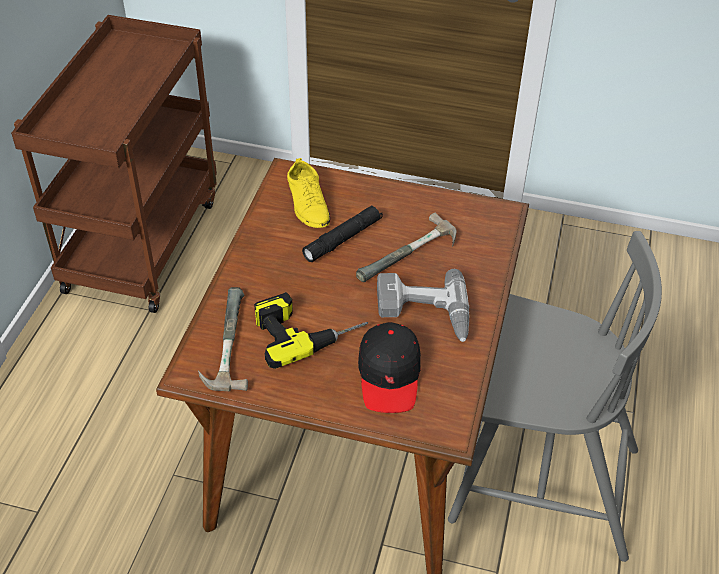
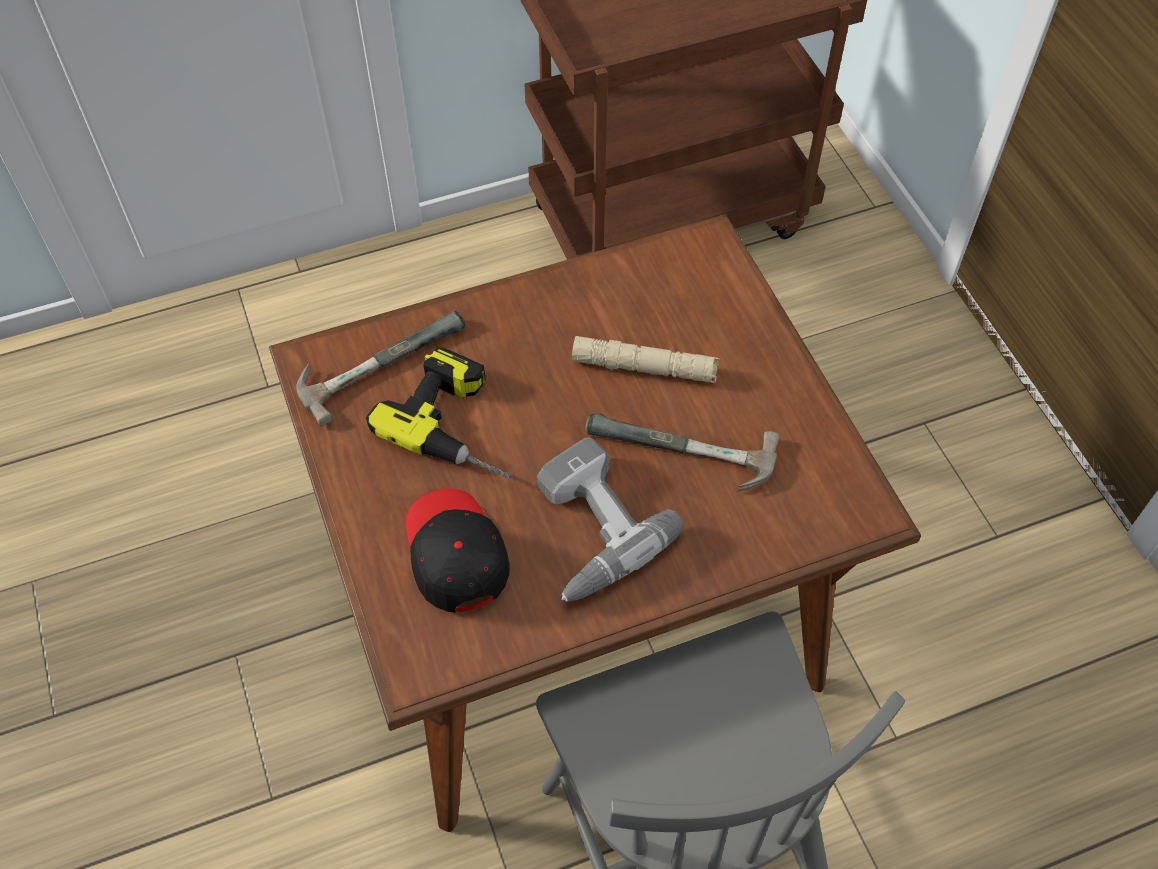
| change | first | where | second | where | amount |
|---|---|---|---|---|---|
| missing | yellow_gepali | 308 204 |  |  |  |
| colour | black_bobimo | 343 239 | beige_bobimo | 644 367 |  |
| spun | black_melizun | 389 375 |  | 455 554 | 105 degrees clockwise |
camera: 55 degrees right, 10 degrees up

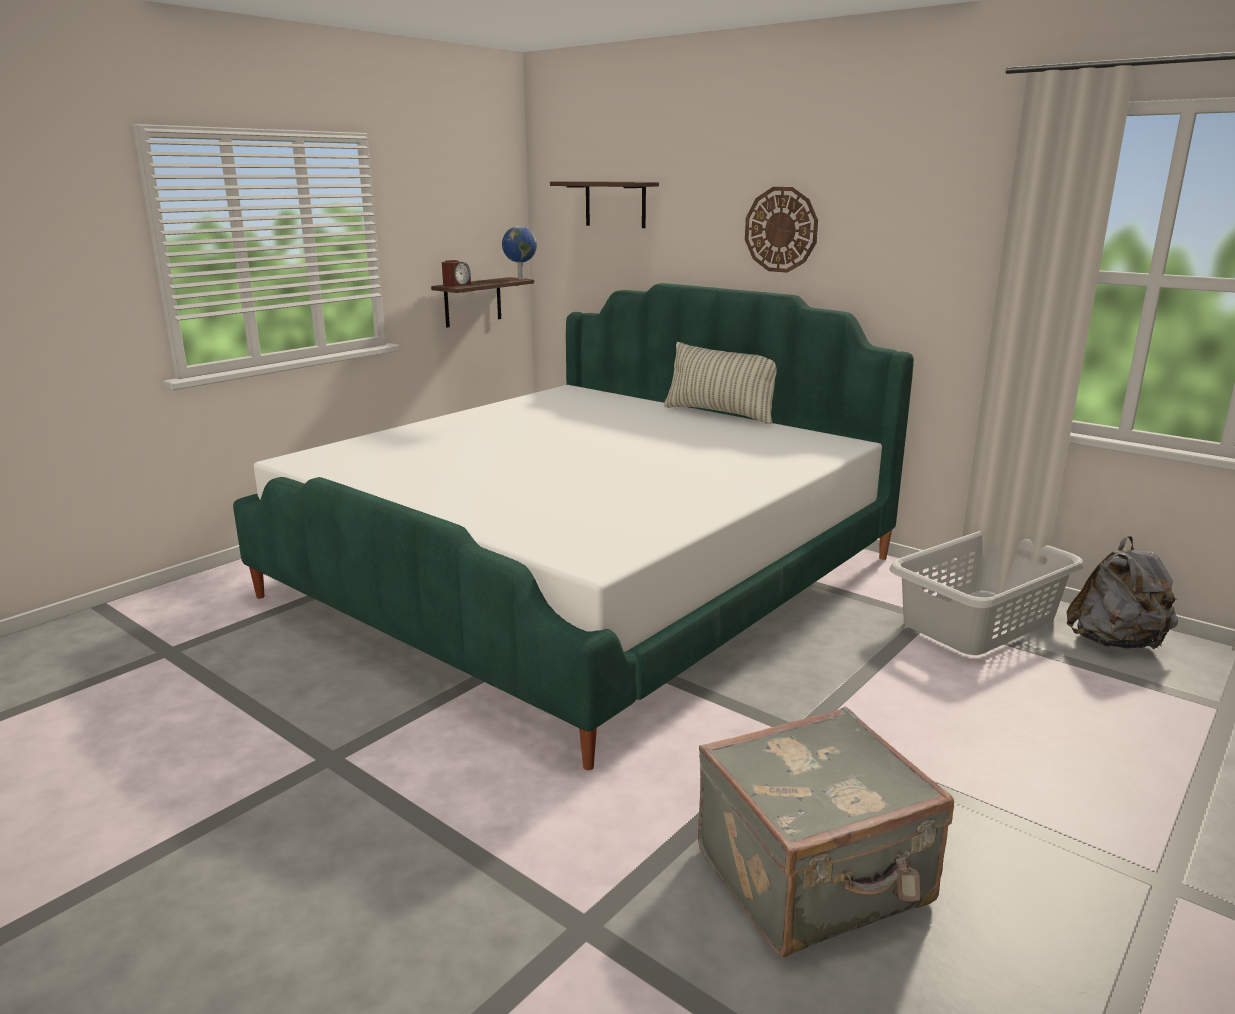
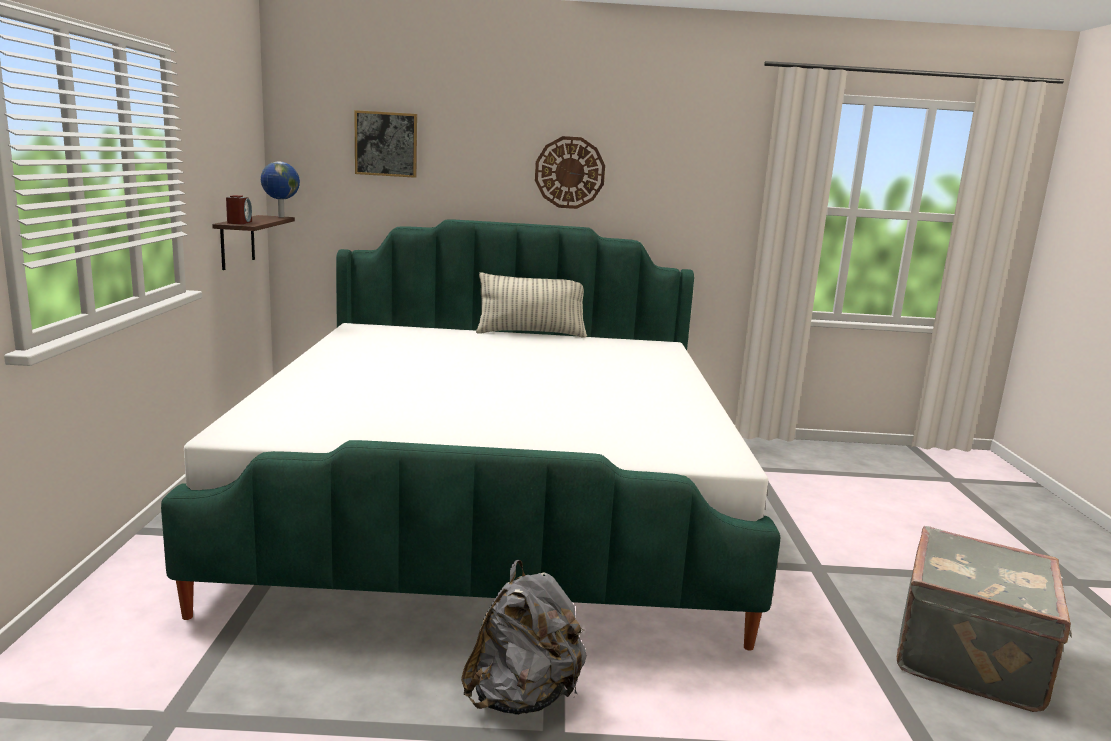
| change | first | where | second | where | amount |
|---|---|---|---|---|---|
| exchanged | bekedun | 615 204 | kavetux | 386 144 |  |
| missing | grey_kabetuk | 980 622 |  |  |  |
| relocated | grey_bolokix | 1116 643 |  | 523 697 |  |
camera: 40 degrees left, 5 degrees down

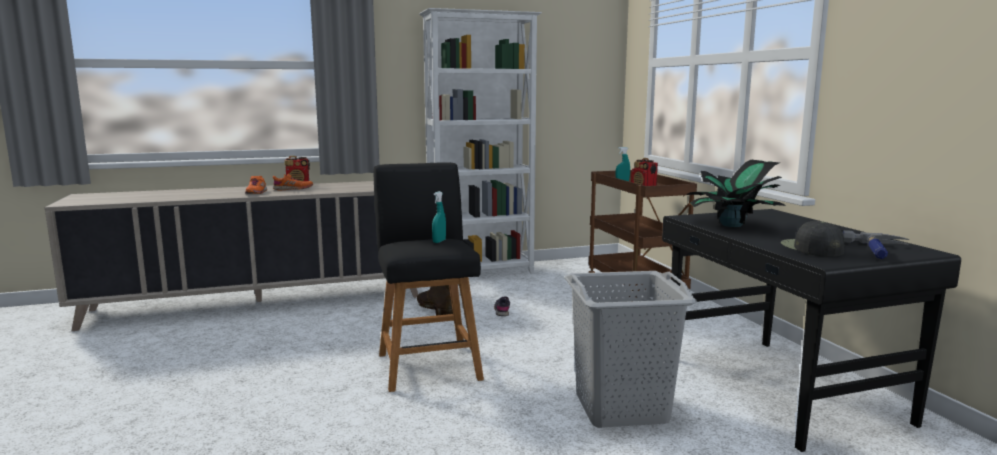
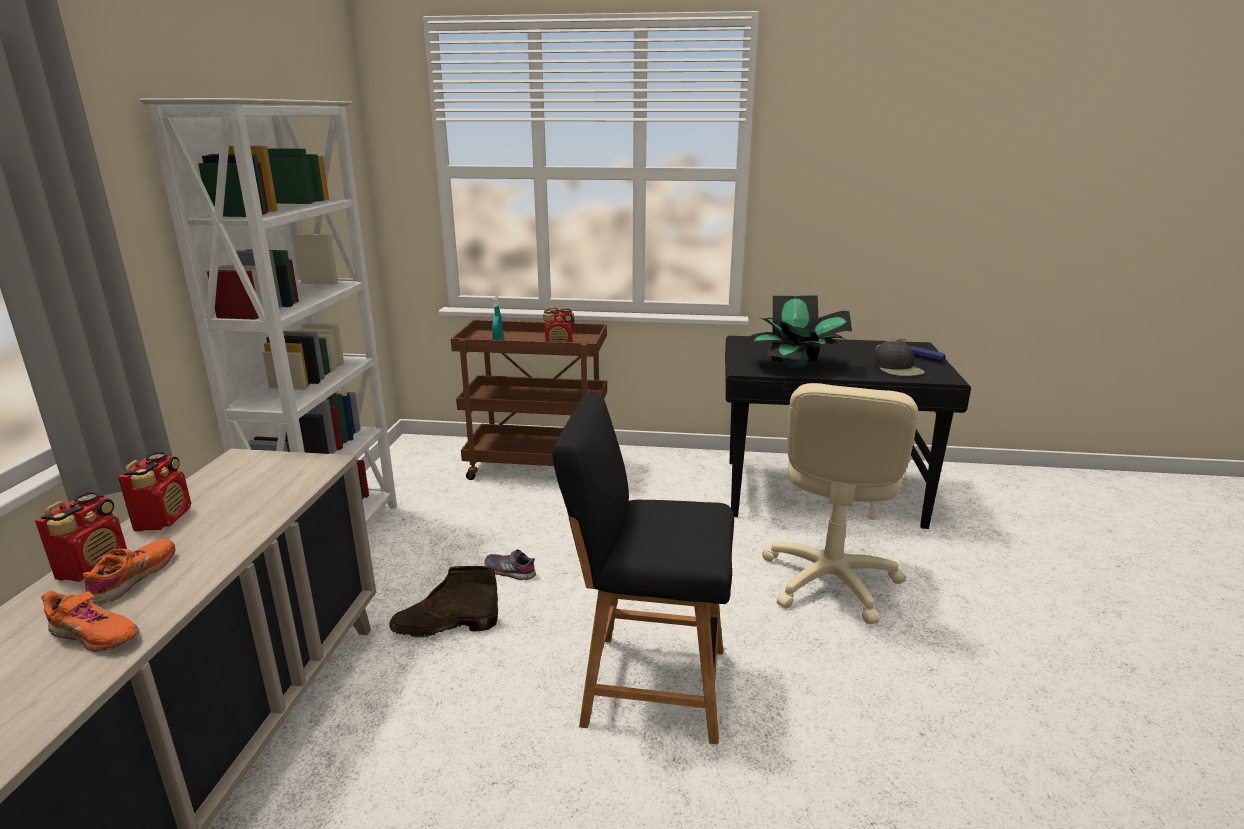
| change | first | where | second | where | amount |
|---|---|---|---|---|---|
| missing | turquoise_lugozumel | 439 241 |  |  |  |
| exchanged | grey_kabetuk | 620 408 | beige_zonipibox | 829 581 |  |
| spun | black_melizun | 811 248 |  | 898 368 | 120 degrees counterclockwise |
| appeared |  |  | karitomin | 164 518 |  |
camera: 65 degrees left, 10 degrees up

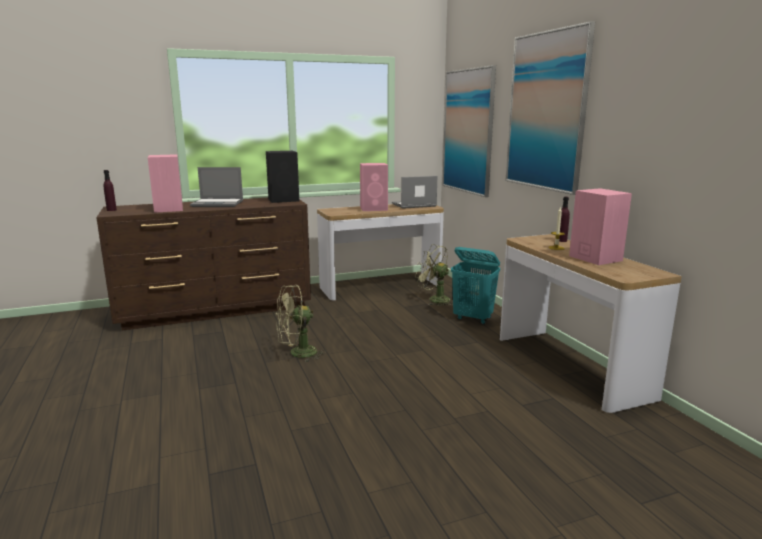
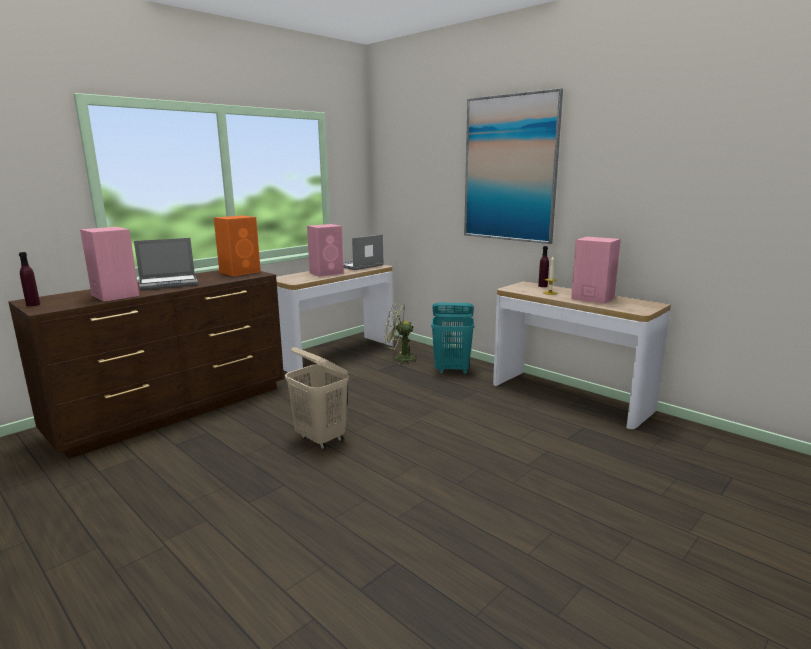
| change | first | where | second | where | amount |
|---|---|---|---|---|---|
| colour | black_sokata | 284 200 | orange_sokata | 241 272 |  |
| exchanged | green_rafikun | 297 354 | beige_kabetuk | 321 439 |  |
| missing | kavetux | 468 131 |  |  |  |
camera: 25 degrees left, 0 degrees up

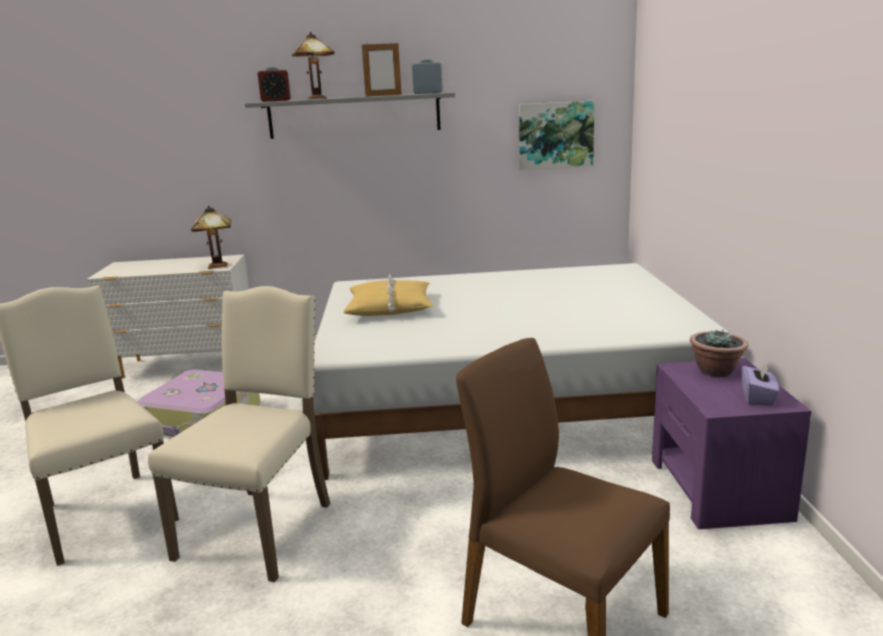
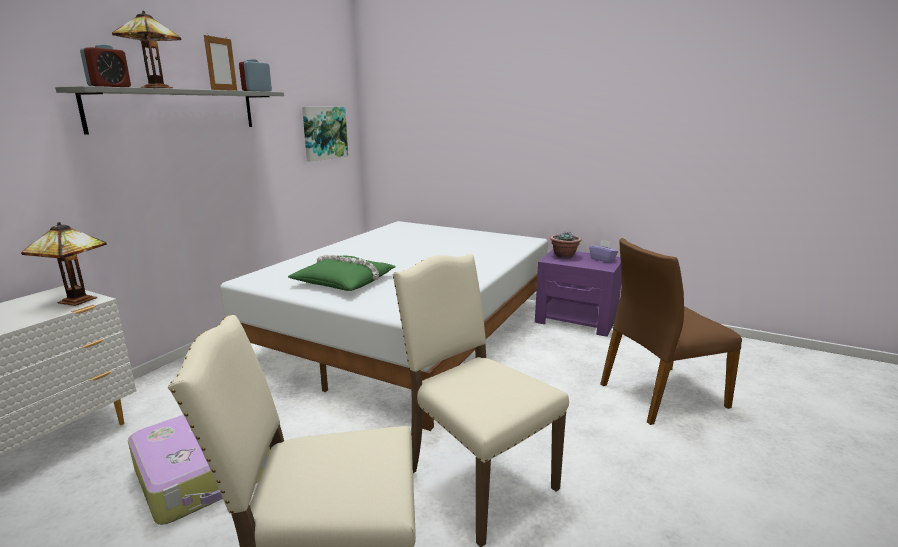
| change | first | where | second | where | amount |
|---|---|---|---|---|---|
| colour | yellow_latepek | 390 308 | green_latepek | 345 281 |  |
camera: 60 degrees left, 0 degrees up

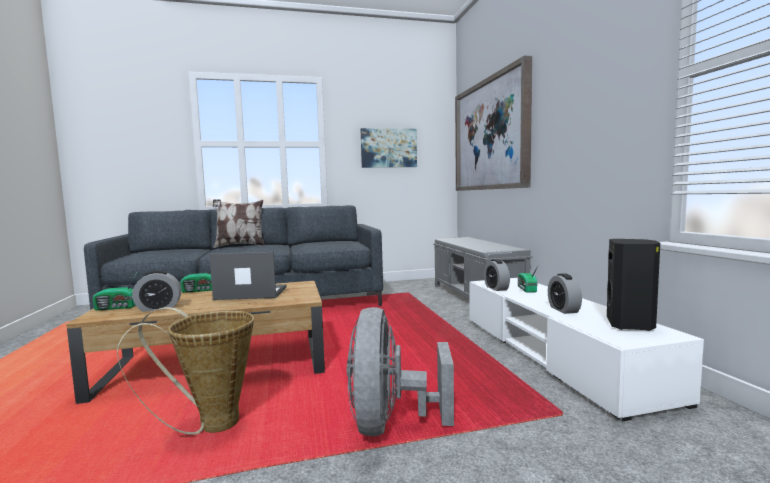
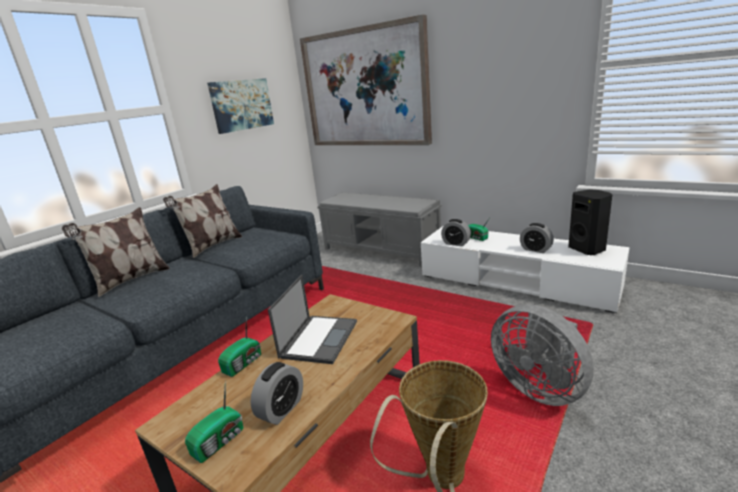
| change | first | where | second | where | amount |
|---|---|---|---|---|---|
| spun | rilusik | 250 293 |  | 319 338 | 150 degrees clockwise |
| appeared |  |  | latepek | 212 246 |  |
camera: 40 degrees left, 15 degrees up

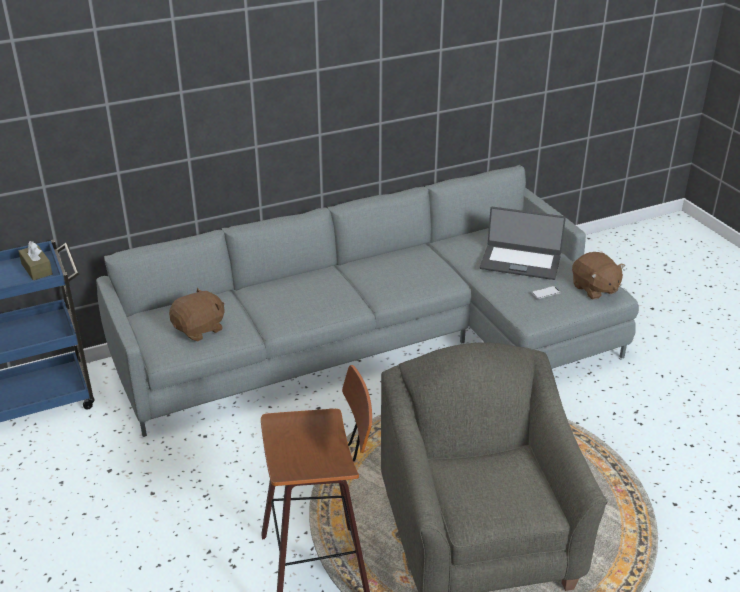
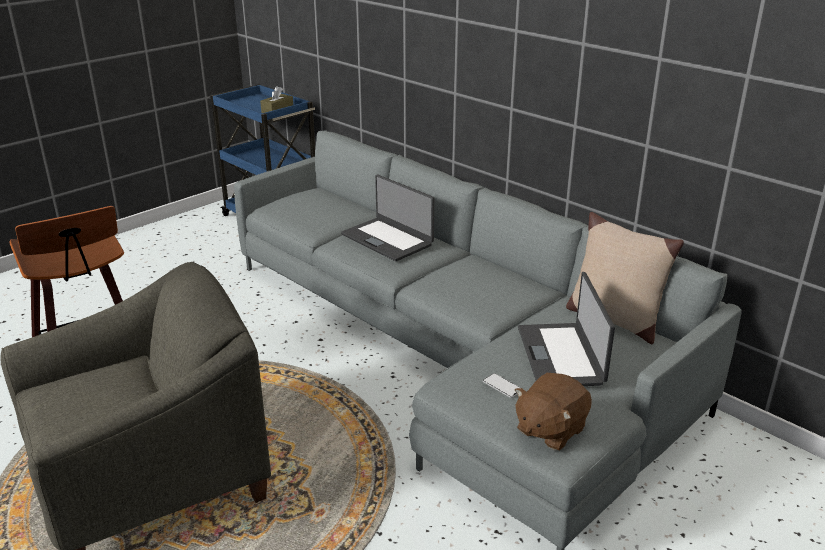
| change | first | where | second | where | amount |
|---|---|---|---|---|---|
| missing | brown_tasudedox | 200 329 |  |  |  |
| appeared |  |  | rilusik | 387 239 |  |
| appeared |  |  | beige_latepek | 614 319 |  |
camera: 70 degrees right, 5 degrees down

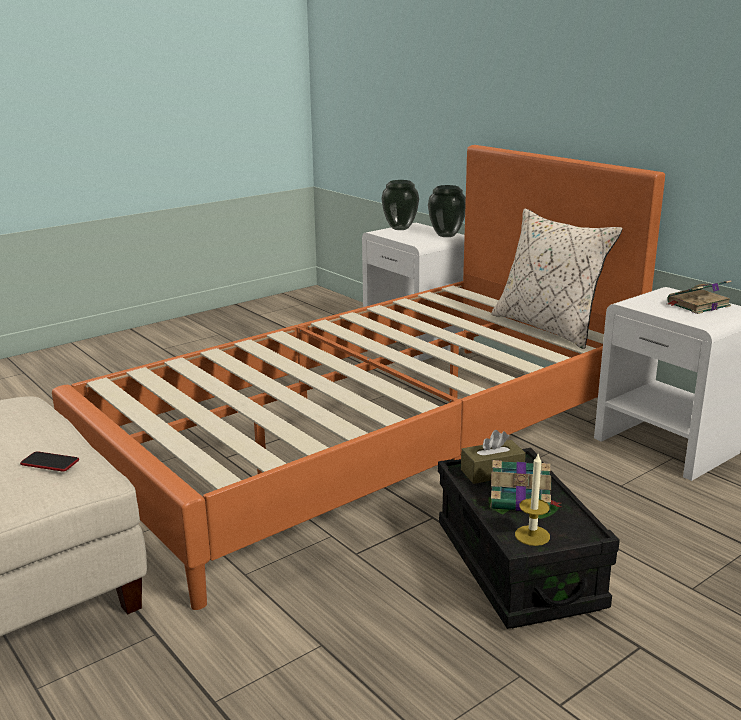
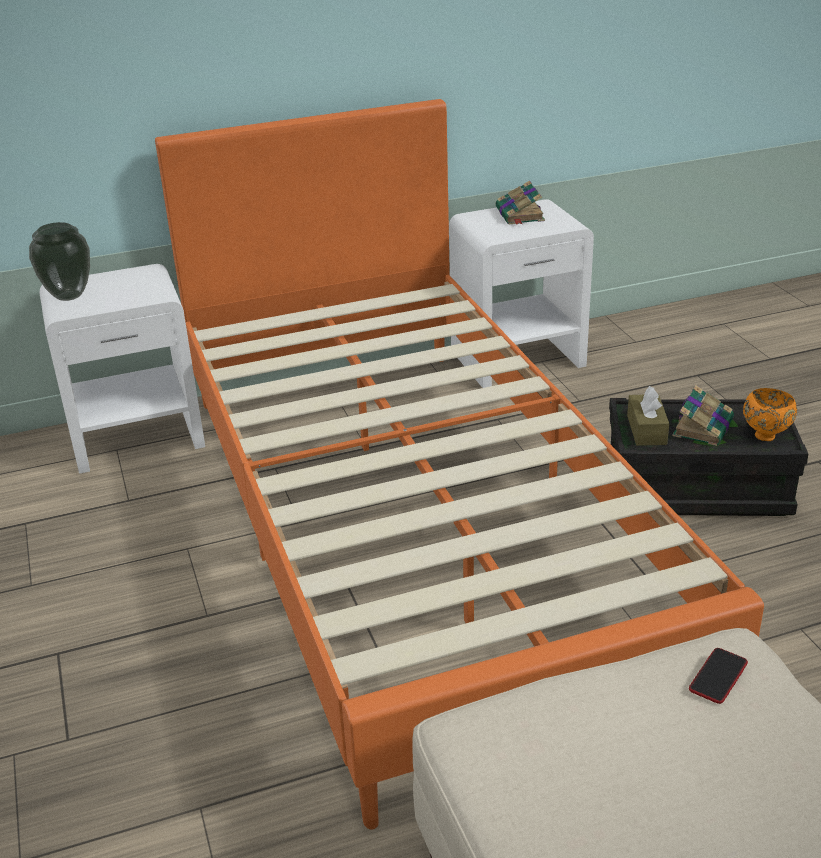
| change | first | where | second | where | amount |
|---|---|---|---|---|---|
| missing | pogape | 447 235 |  |  |  |
| missing | beige_latepek | 549 327 |  |  |  |
| exchanged | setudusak | 532 535 | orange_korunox | 766 436 |  |
camera: 70 degrees left, 10 degrees up

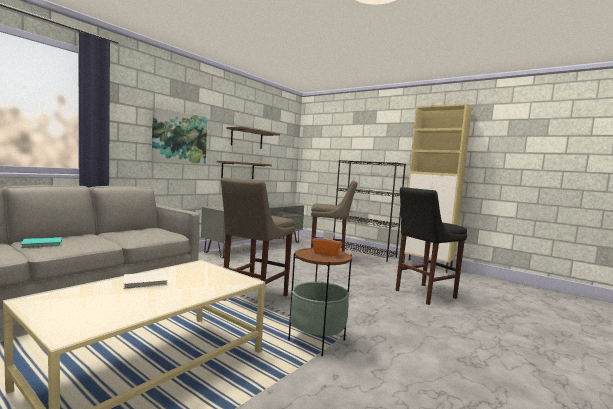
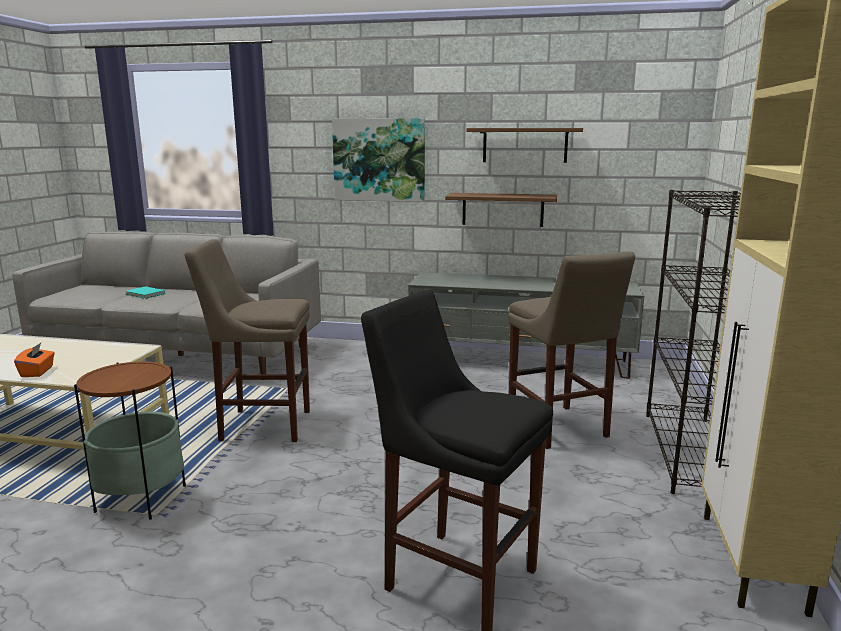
| change | first | where | second | where | amount |
|---|---|---|---|---|---|
| missing | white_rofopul | 146 282 |  |  |  |
| relocated | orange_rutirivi | 326 253 |  | 37 372 |  |
camera: 65 degrees right, 10 degrees up

